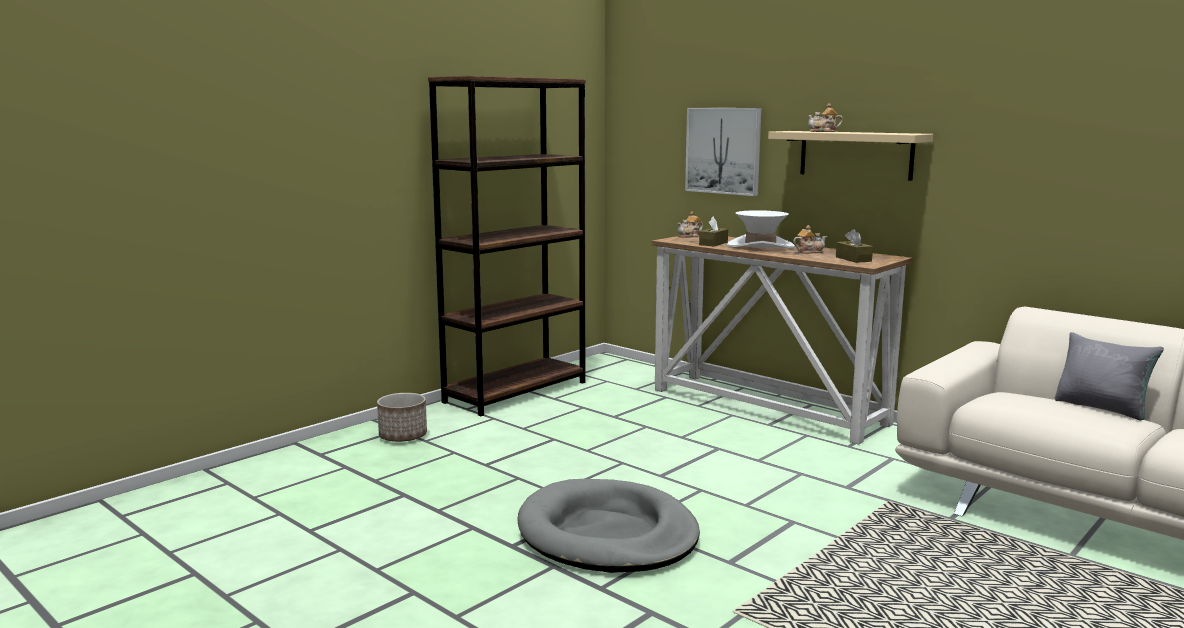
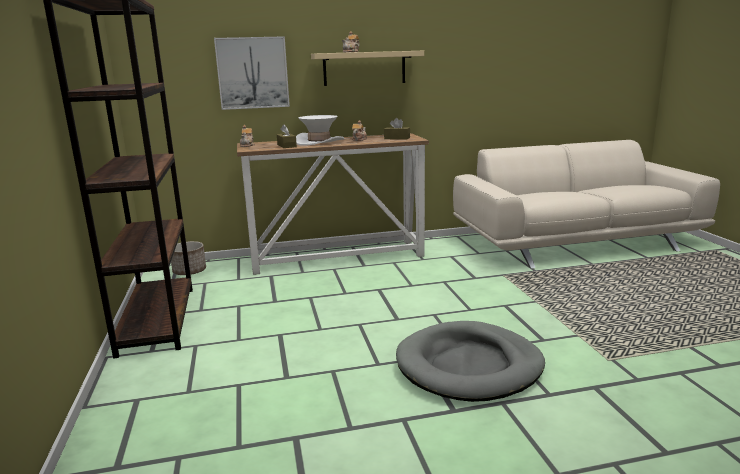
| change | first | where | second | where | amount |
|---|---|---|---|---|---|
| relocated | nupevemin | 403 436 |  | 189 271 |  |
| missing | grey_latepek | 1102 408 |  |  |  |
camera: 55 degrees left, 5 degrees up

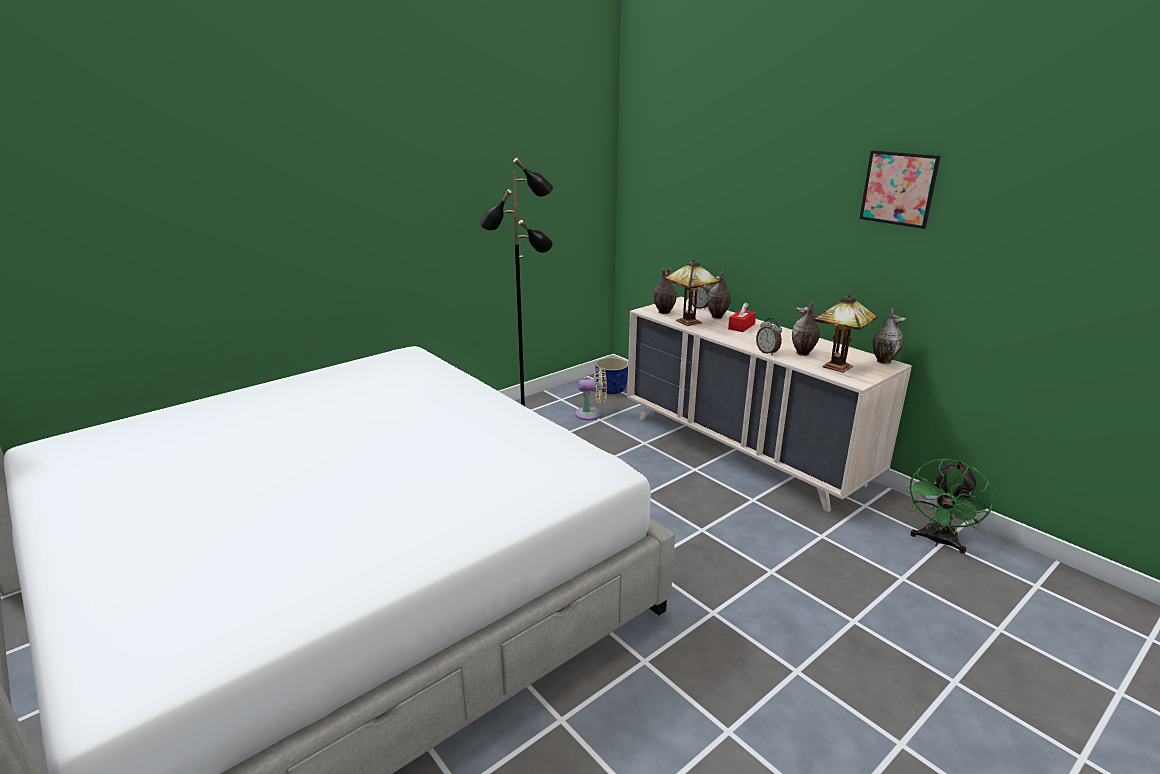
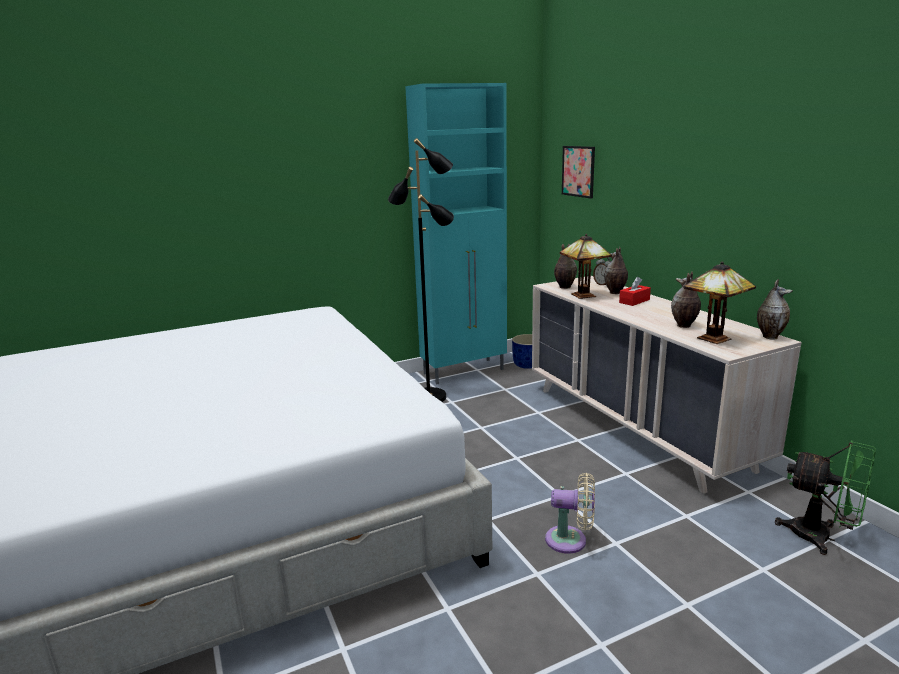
| change | first | where | second | where | amount |
|---|---|---|---|---|---|
| relocated | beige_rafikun | 591 414 |  | 570 540 |  |
| missing | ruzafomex | 767 352 |  |  |  |
| relocated | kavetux | 898 188 |  | 578 171 |  |
| spun | green_rafikun | 938 541 |  | 821 537 | 105 degrees counterclockwise |
| appeared |  |  | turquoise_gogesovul | 465 371 |  |
camera: 15 degrees right, 5 degrees down

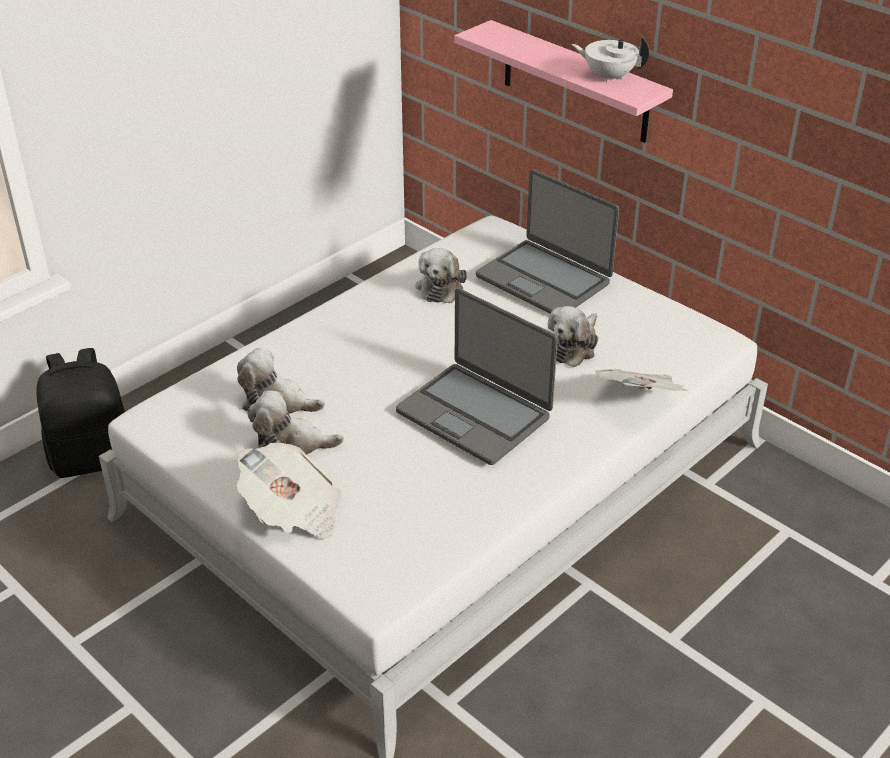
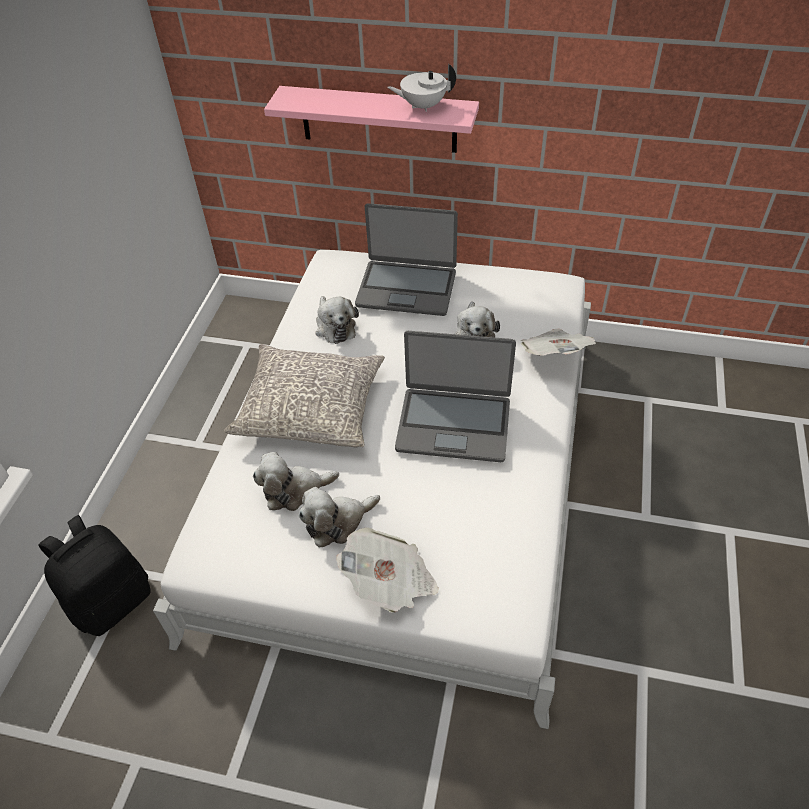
| change | first | where | second | where | amount |
|---|---|---|---|---|---|
| appeared |  |  | grey_latepek | 311 408 |  |
camera: 30 degrees left, 10 degrees up

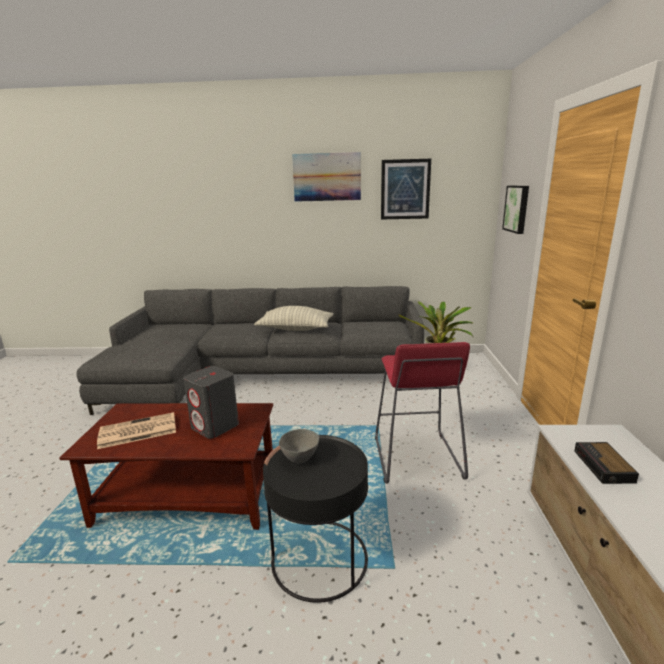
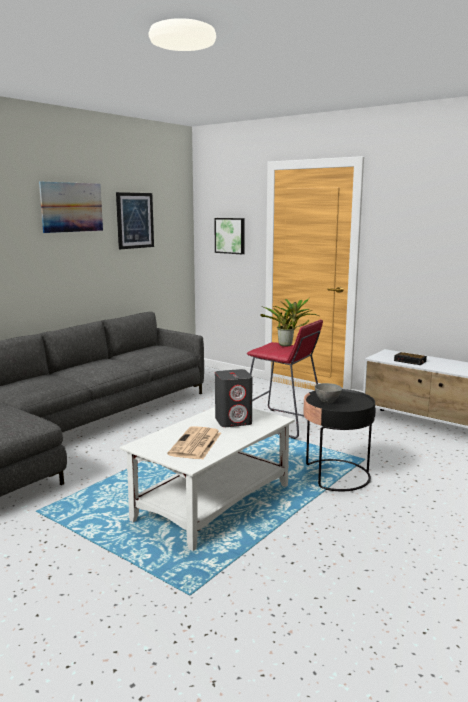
| change | first | where | second | where | amount |
|---|---|---|---|---|---|
| colour | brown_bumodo | 190 496 | white_bumodo | 213 502 |  |
| missing | latepek | 295 329 |  |  |  |
camera: 55 degrees left, 5 degrees down

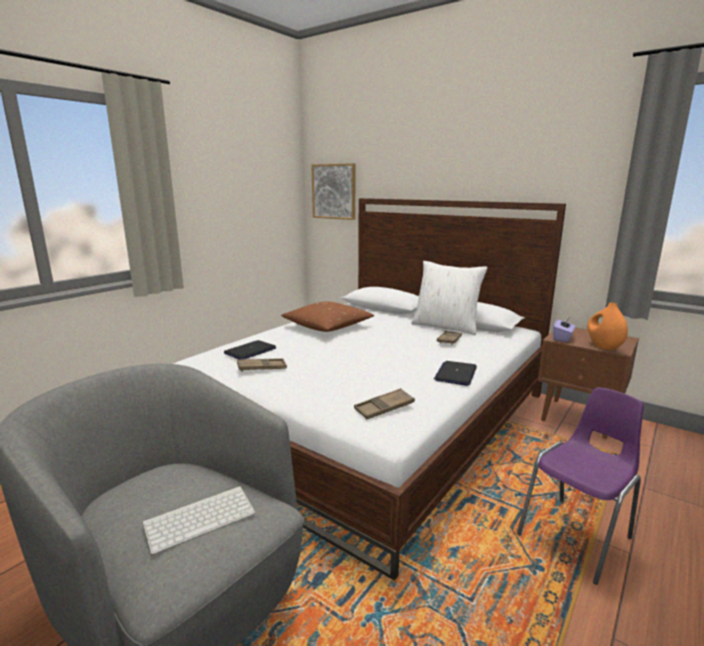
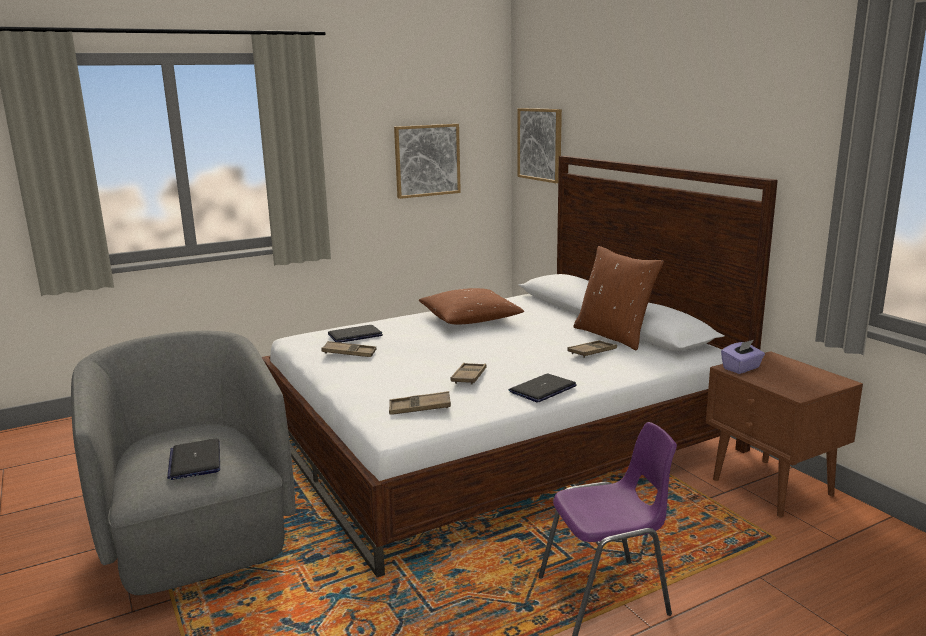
| change | first | where | second | where | amount |
|---|---|---|---|---|---|
| exchanged | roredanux | 201 517 | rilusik | 195 460 |  |
| colour | white_latepek | 446 326 | brown_latepek | 614 335 |  |
| missing | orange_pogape | 603 347 |  |  |  |
| appeared |  |  | kavetux | 427 160 |  |
| appeared |  |  | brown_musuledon | 469 377 |  |
camera: 25 degrees right, 0 degrees up

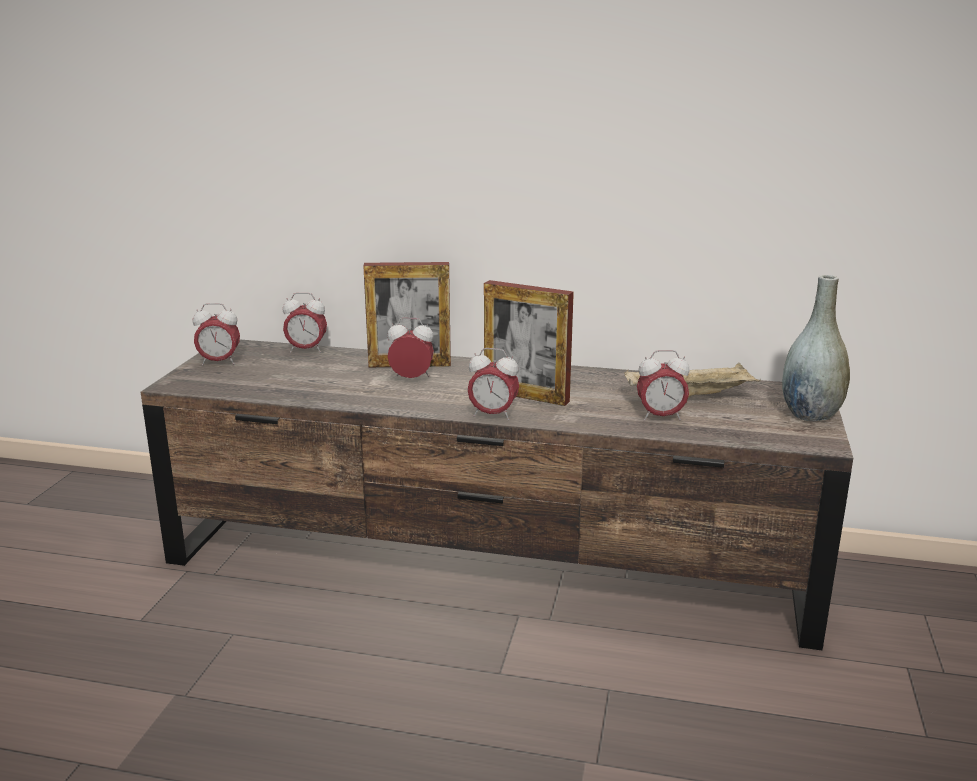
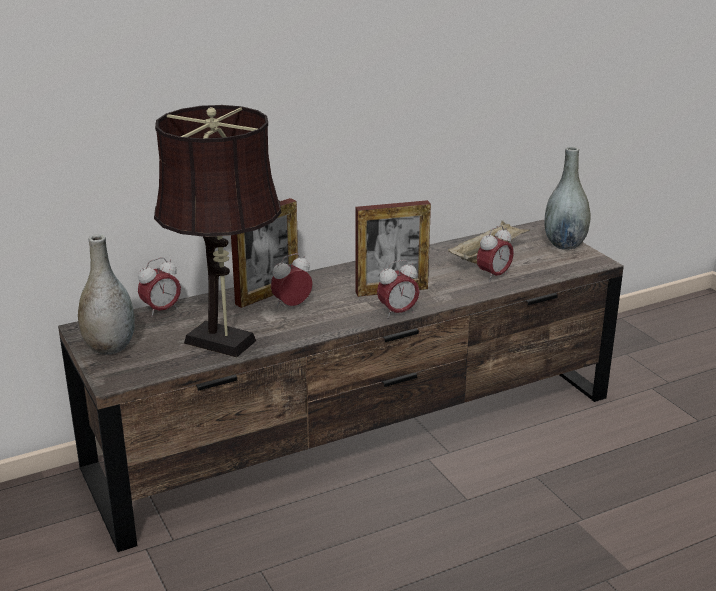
| change | first | where | second | where | amount |
|---|---|---|---|---|---|
| exchanged | ruzafomex | 219 362 | grey_pogape | 110 347 |  |
| appeared |  |  | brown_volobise | 226 343 |  |
camera: 40 degrees left, 5 degrees up

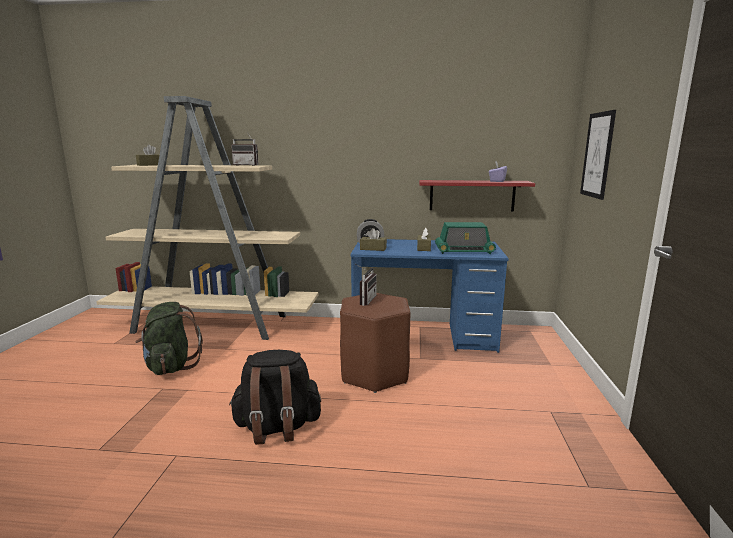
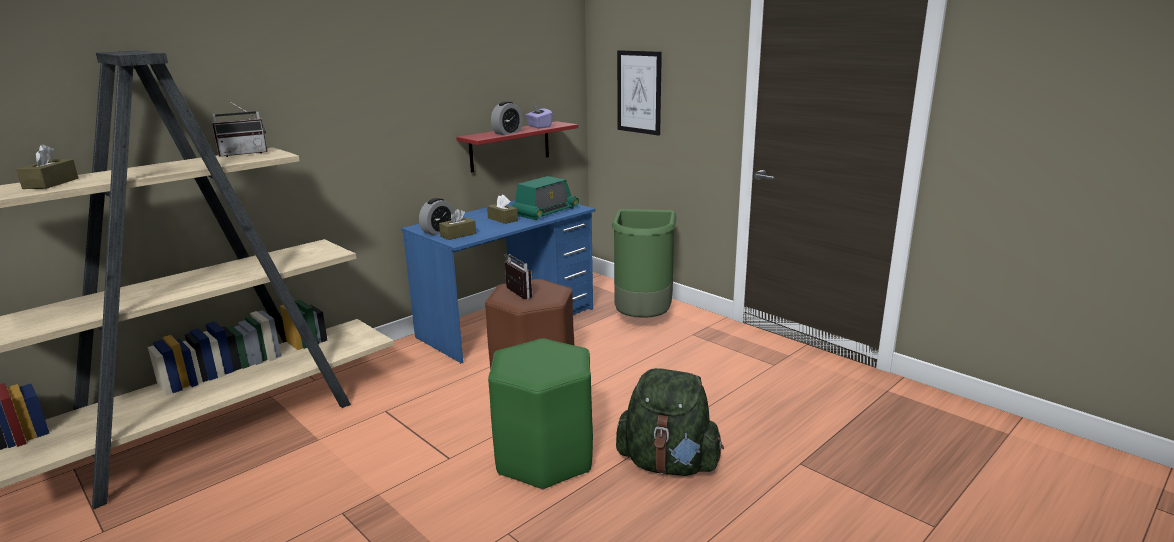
| change | first | where | second | where | amount |
|---|---|---|---|---|---|
| relocated | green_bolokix | 171 366 |  | 668 464 |  |
| exchanged | black_bolokix | 277 427 | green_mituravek | 545 458 |  |
| appeared |  |  | ruzafomex | 507 133 |  |
| appeared |  |  | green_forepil | 643 318 |  |
camera: 50 degrees left, 5 degrees up

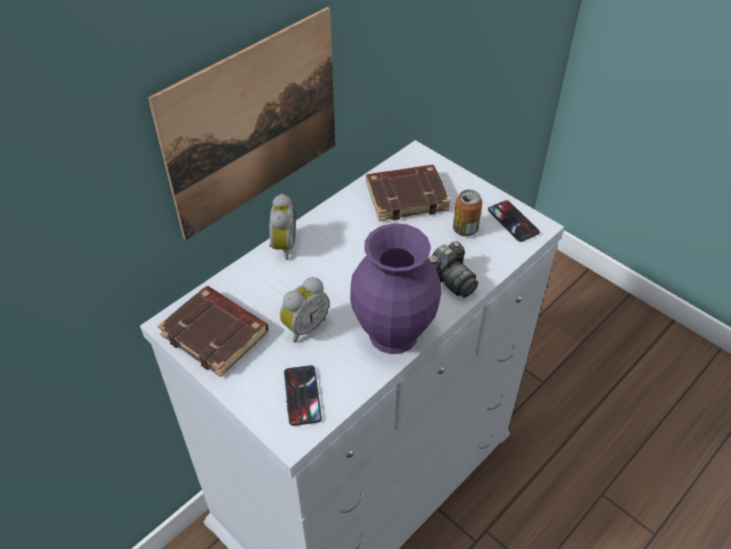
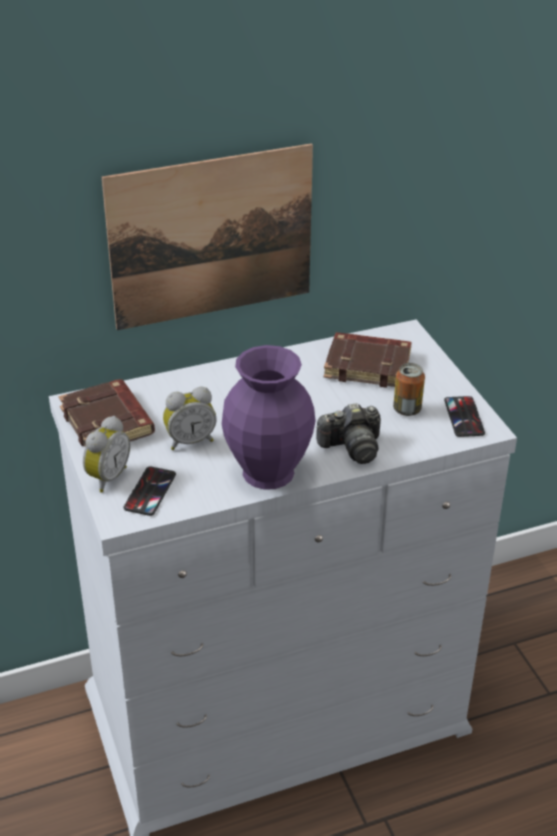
| change | first | where | second | where | amount |
|---|---|---|---|---|---|
| relocated | ruzafomex | 282 246 |  | 106 477 |  |
camera: 25 degrees right, 10 degrees down

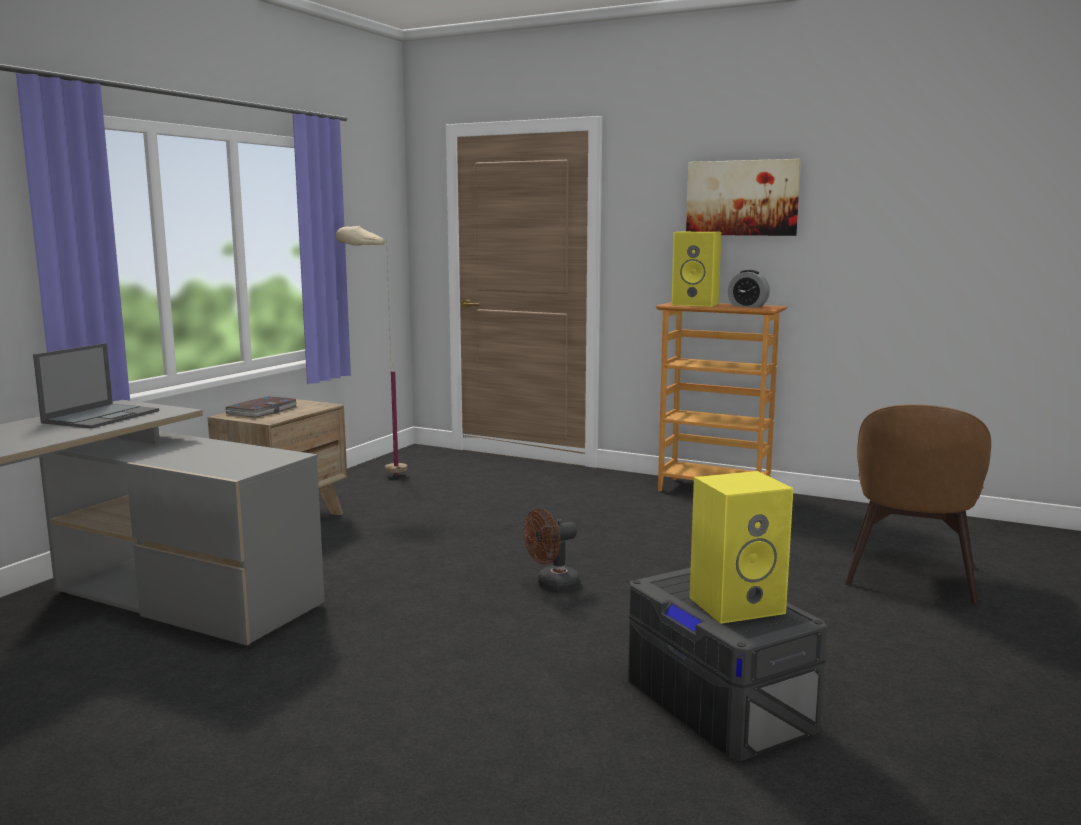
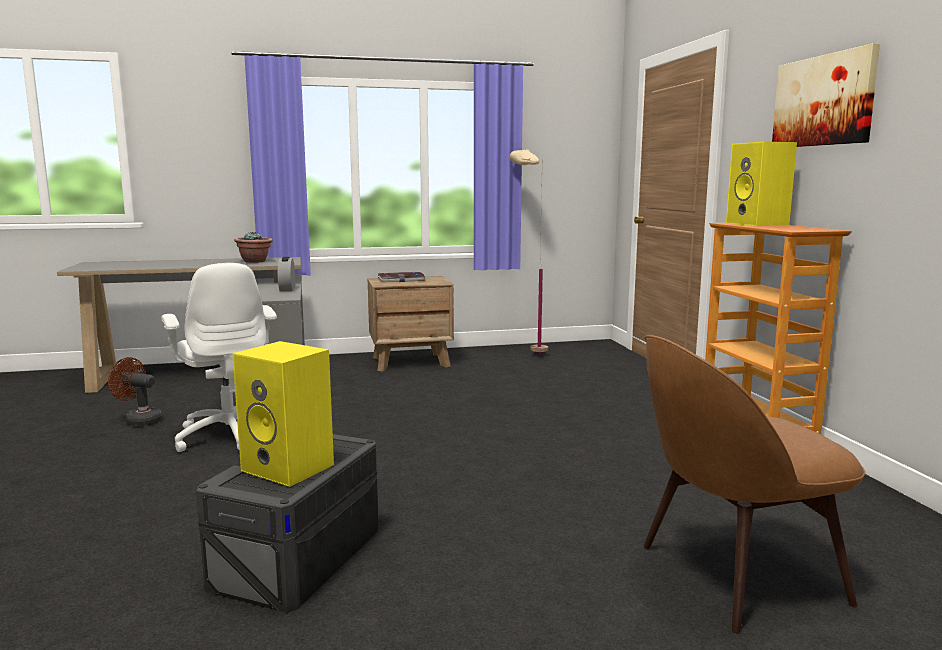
| change | first | where | second | where | amount |
|---|---|---|---|---|---|
| exchanged | rilusik | 102 416 | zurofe | 255 261 |  |
| relocated | brown_rafikun | 552 585 |  | 139 420 |  |
| relocated | ruzafomex | 747 306 |  | 287 289 |  |
| appeared |  |  | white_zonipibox | 229 435 |  |
camera: 50 degrees right, 0 degrees up

